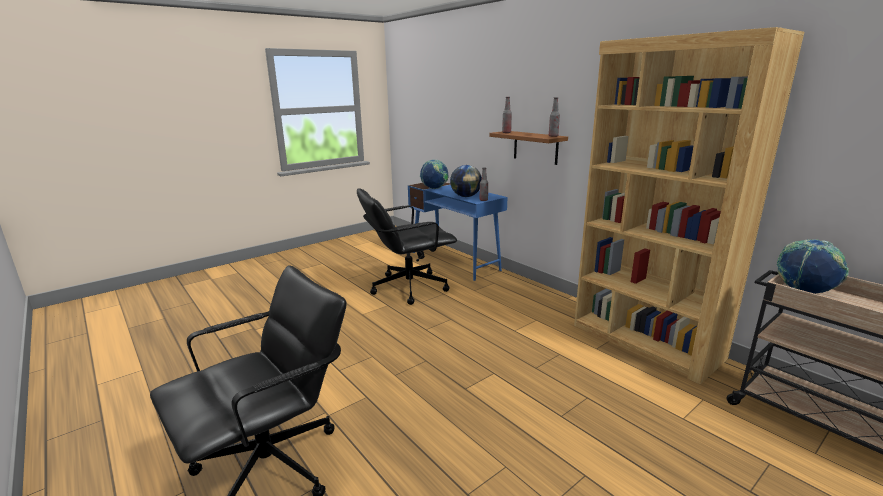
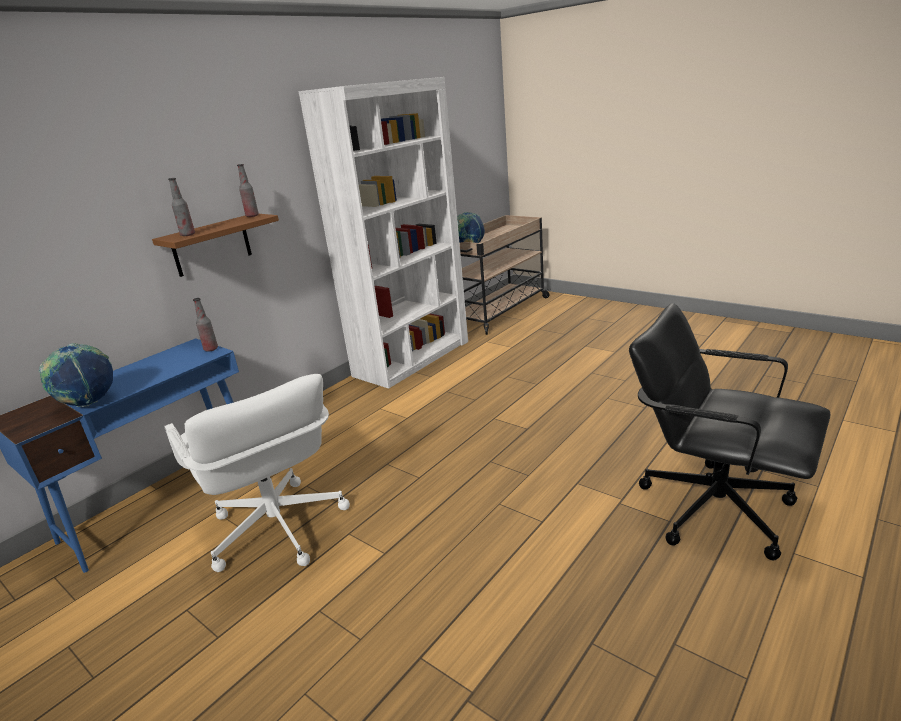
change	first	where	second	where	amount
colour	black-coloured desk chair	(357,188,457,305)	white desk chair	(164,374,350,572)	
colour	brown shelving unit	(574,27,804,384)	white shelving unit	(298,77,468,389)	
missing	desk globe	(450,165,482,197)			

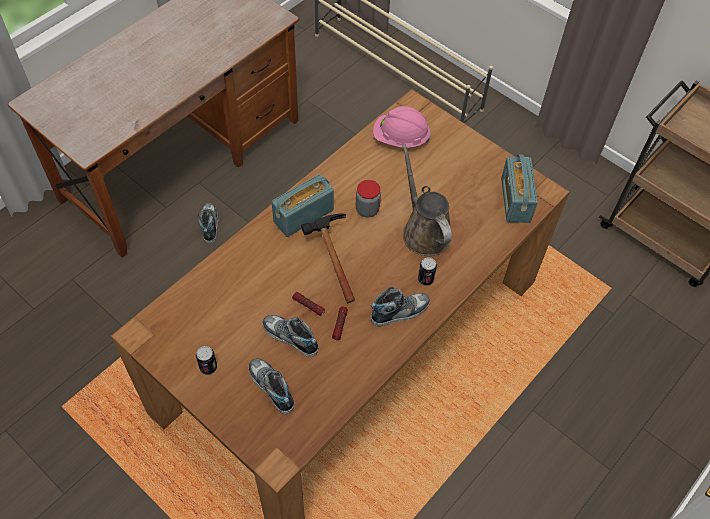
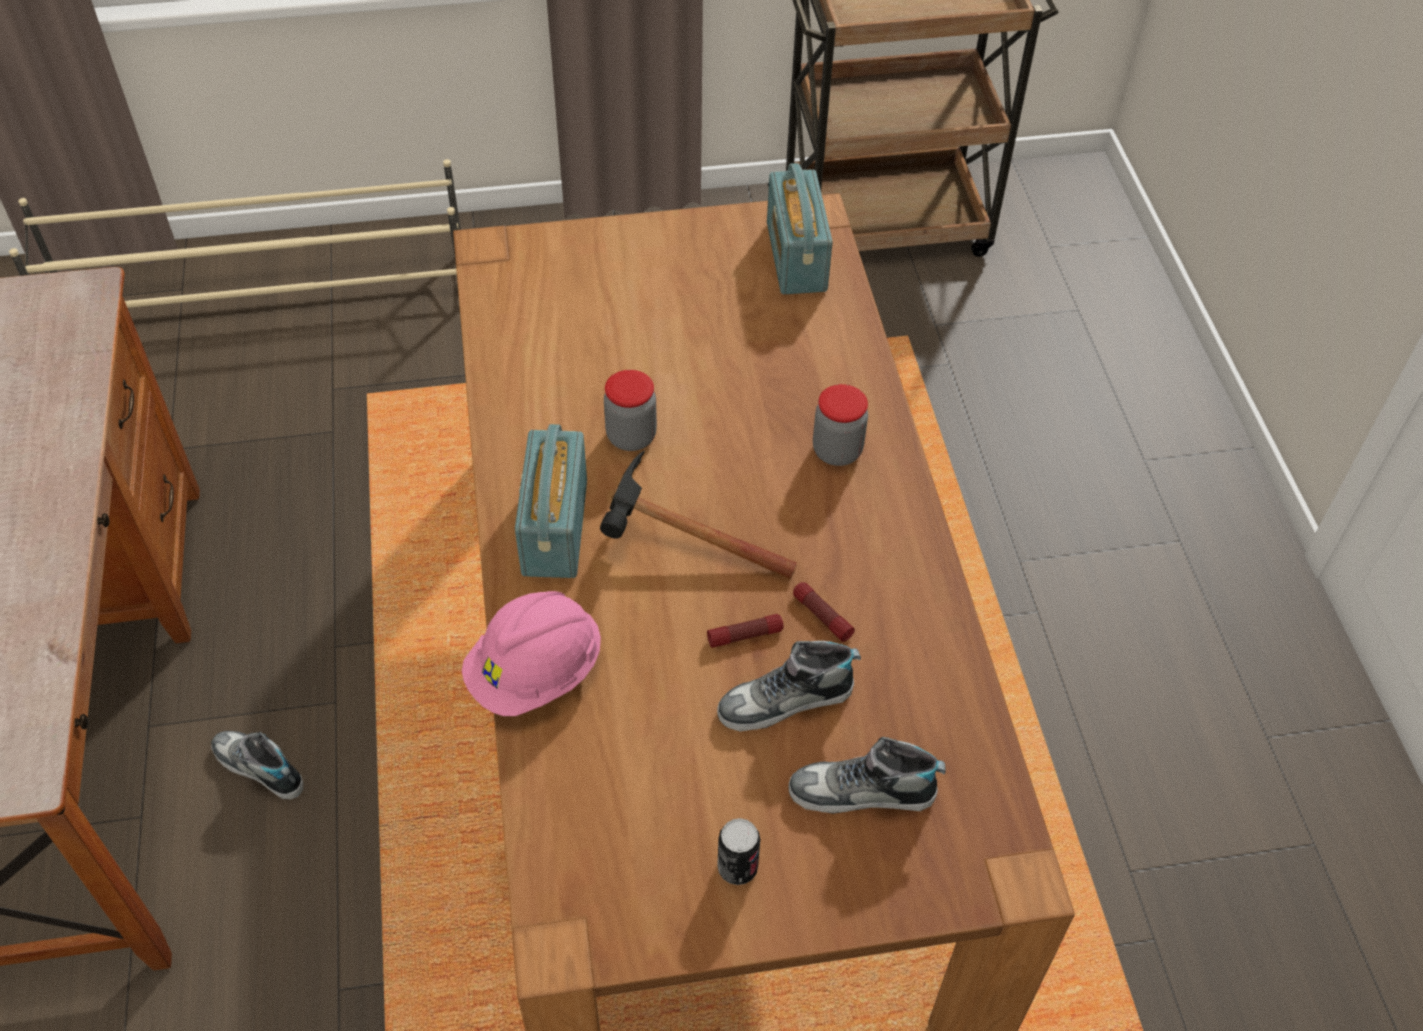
change	first	where	second	where	amount
relocated	pink-coloured hard hat	(373,106,431,148)		(462,591,601,716)	
spun	radio set	(501,154,538,223)		(767,163,833,294)	45 degrees clockwise
exchanged	can	(418,257,437,286)	storage jar	(813,384,868,466)	
missing	low shoe	(371,286,430,327)			
missing	brown watering pot	(402,144,452,256)			

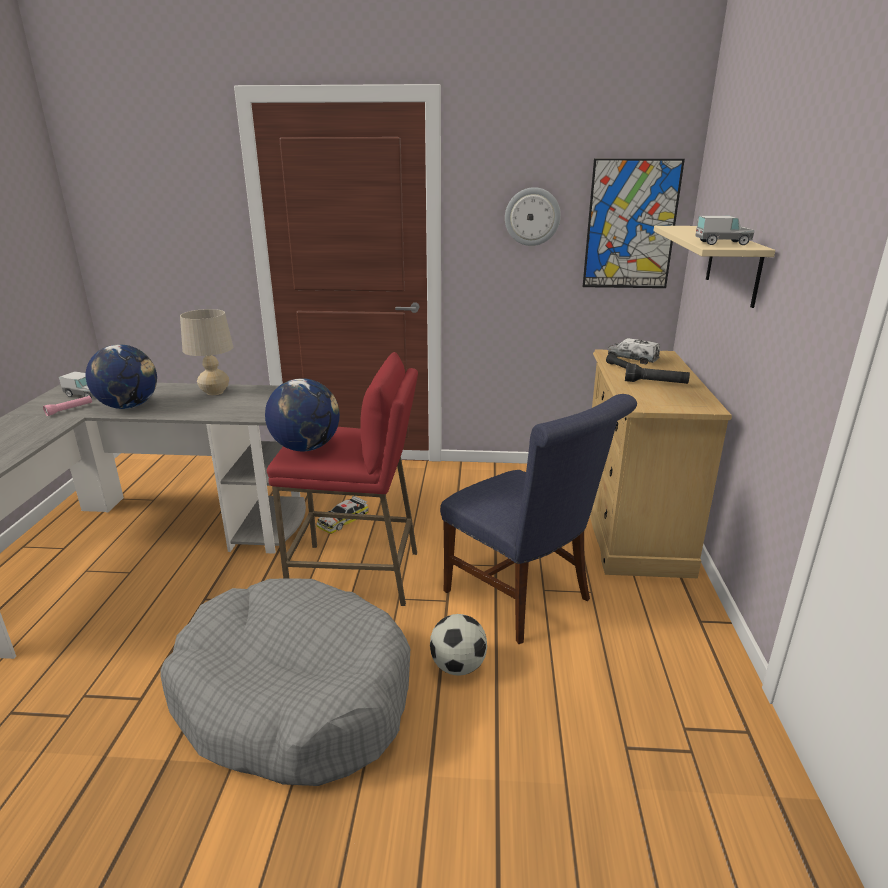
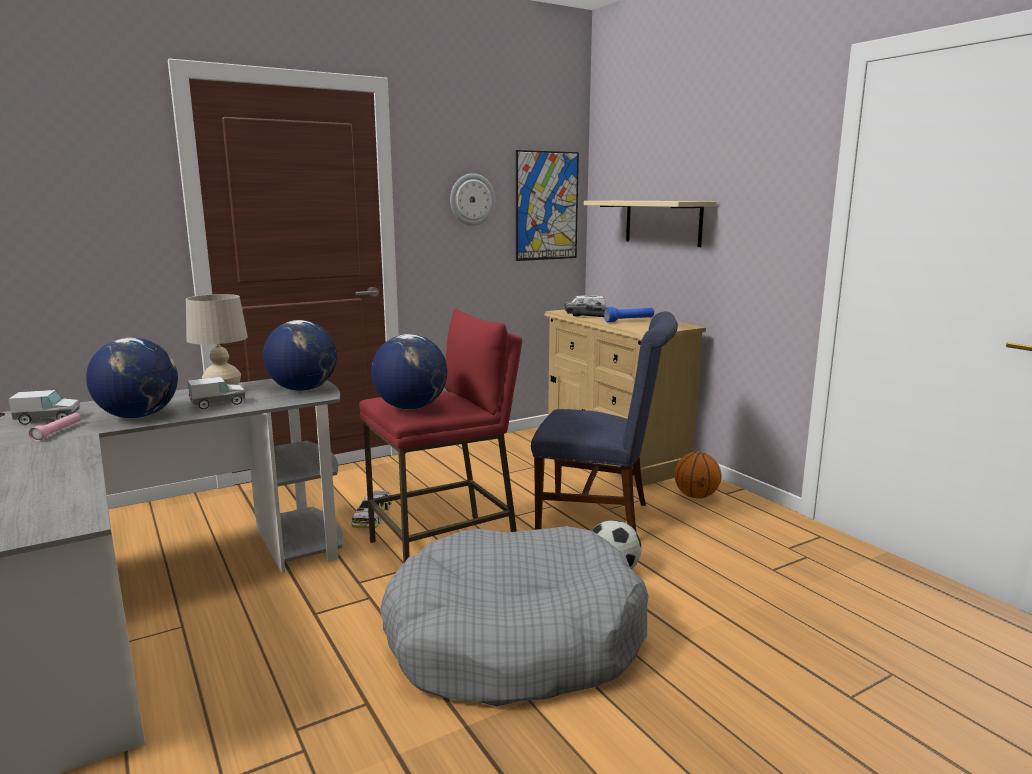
change	first	where	second	where	amount
relocated	toy lorry	(696,216,755,245)		(187,377,245,409)	
appeared			desk globe	(263,320,337,391)	
colour	black-coloured flashlight	(625,363,690,384)	bluish flashlight	(604,307,654,322)	
appeared			ball for basketball	(674,452,721,499)	

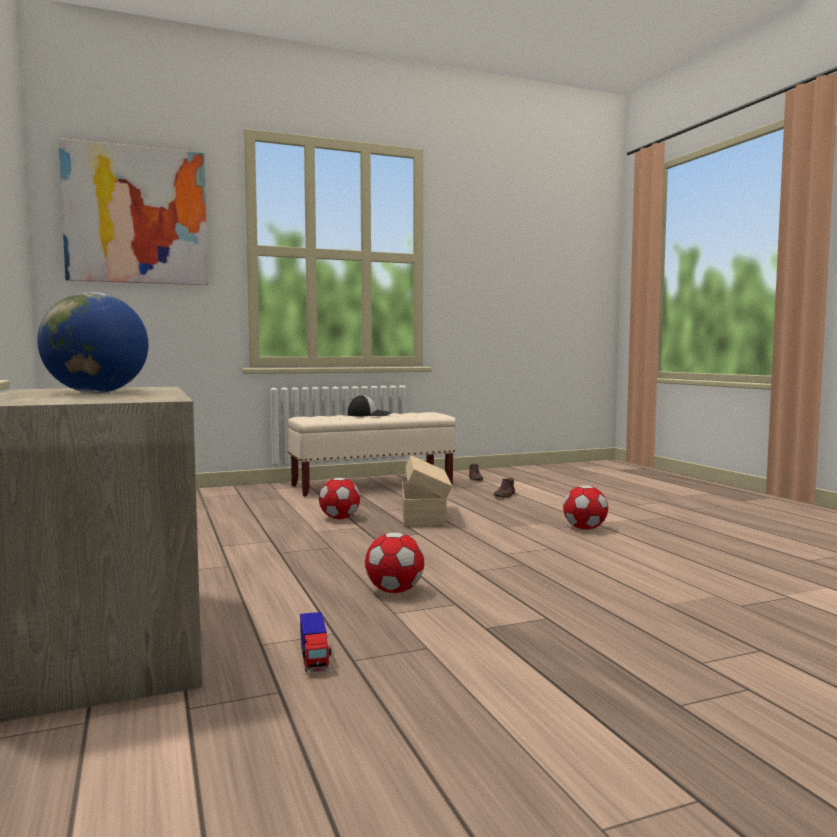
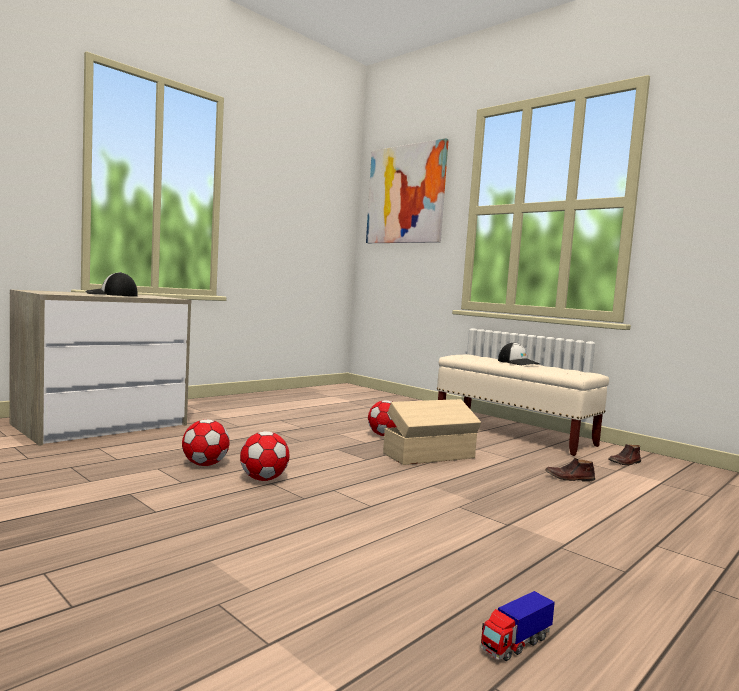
change	first	where	second	where	amount
exchanged	desk globe	(37,292,148,393)	cap	(86,272,138,296)	
relocated	ball for football	(563,486,608,530)		(240,431,289,481)	
relocated	toy lorry	(300,612,331,672)		(481,591,555,661)	

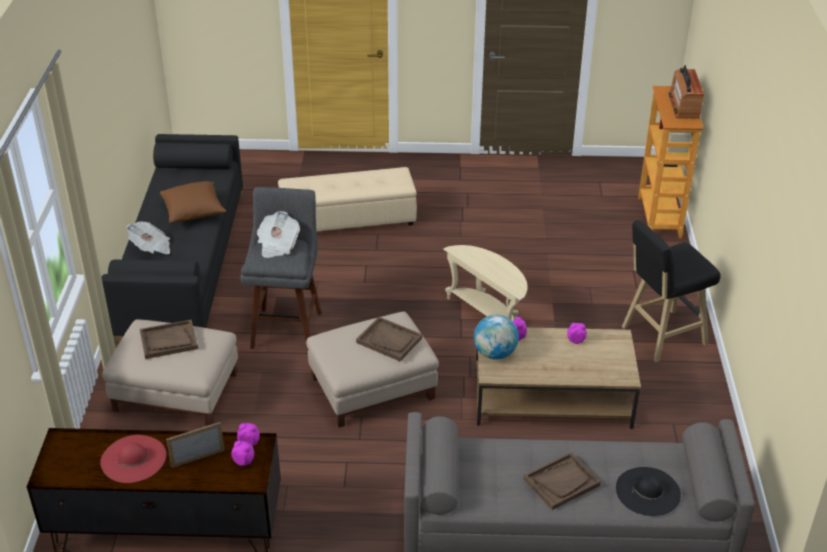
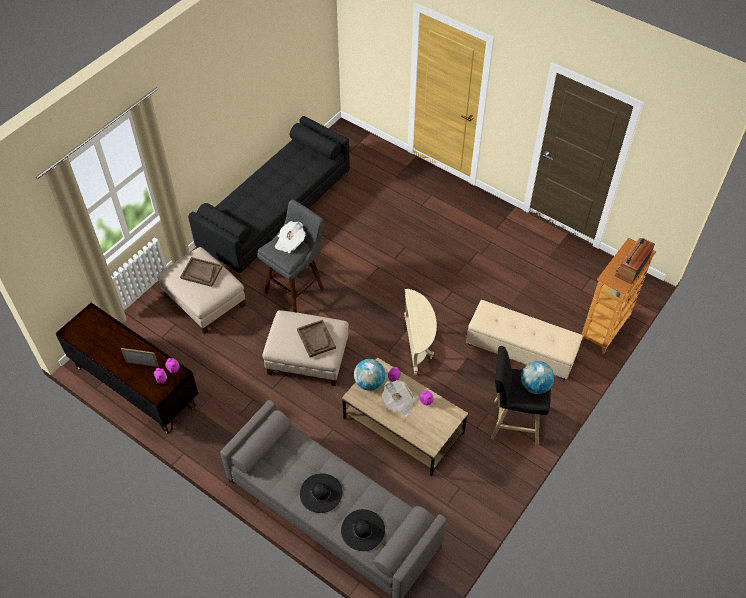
change	first	where	second	where	amount
exchanged	brown serving tray	(524,452,601,510)	black-coloured clothing hat	(300,473,342,513)	
relocated	daily paper	(126,222,170,254)		(382,380,415,417)	
relocated	sand-coloured footrest	(278,167,417,231)		(466,300,583,380)	
appeared			desk globe	(521,361,554,394)	
missing	reddish clothing hat	(100,435,167,483)			
missing	brown throw pillow	(160,181,226,223)			

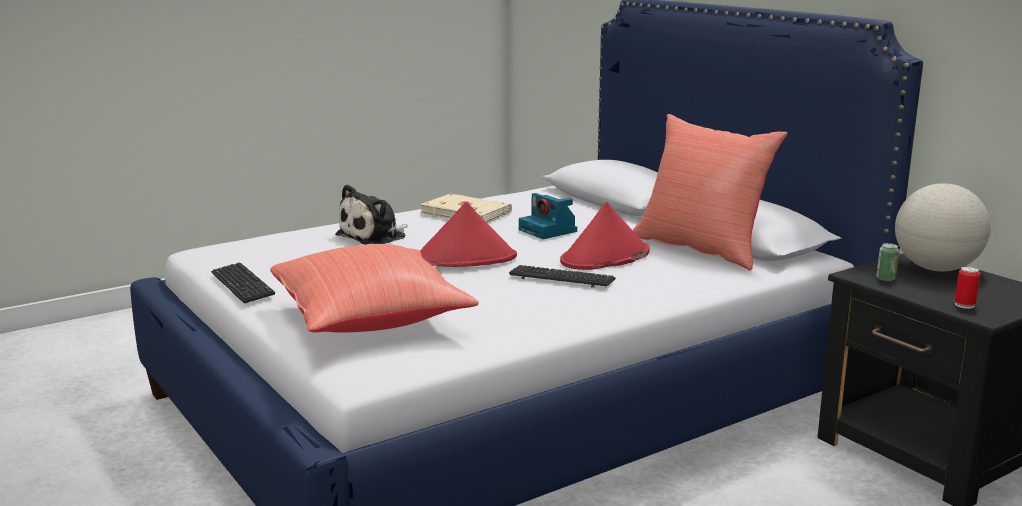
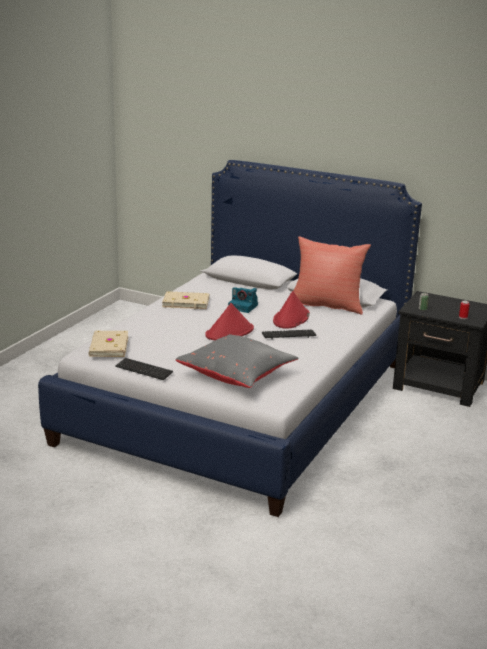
change	first	where	second	where	amount
appeared			sand-coloured volume	(88,331,129,357)	
colour	reddish throw pillow	(270,244,479,333)	greyish throw pillow	(176,334,299,388)	
missing	cuddly toy	(335,184,408,245)			
missing	desk globe	(895,183,991,271)			

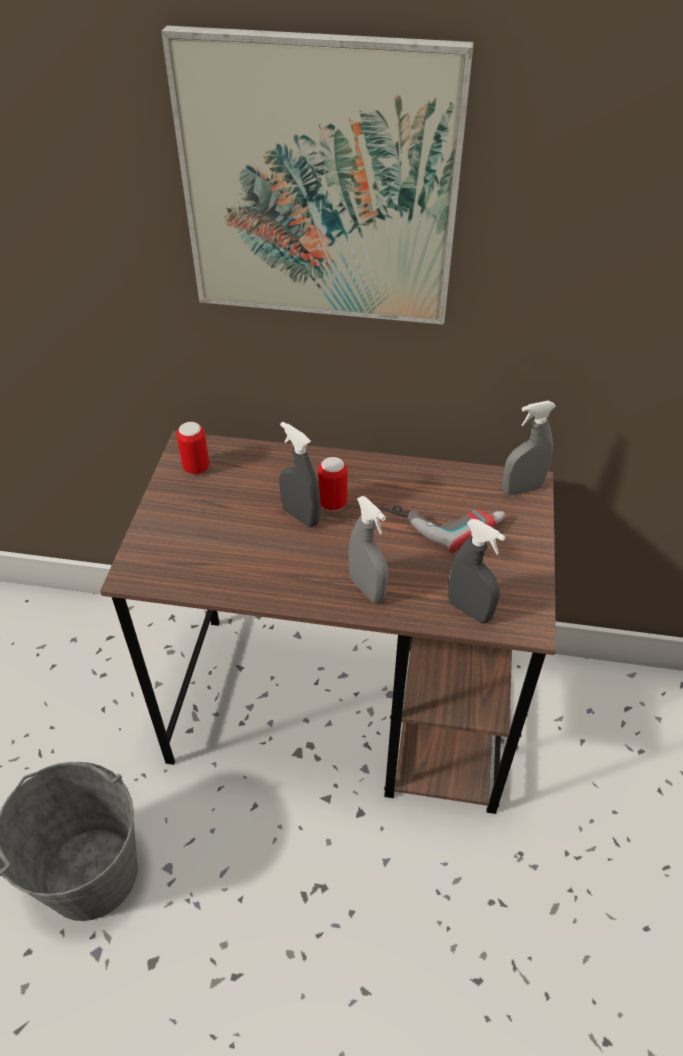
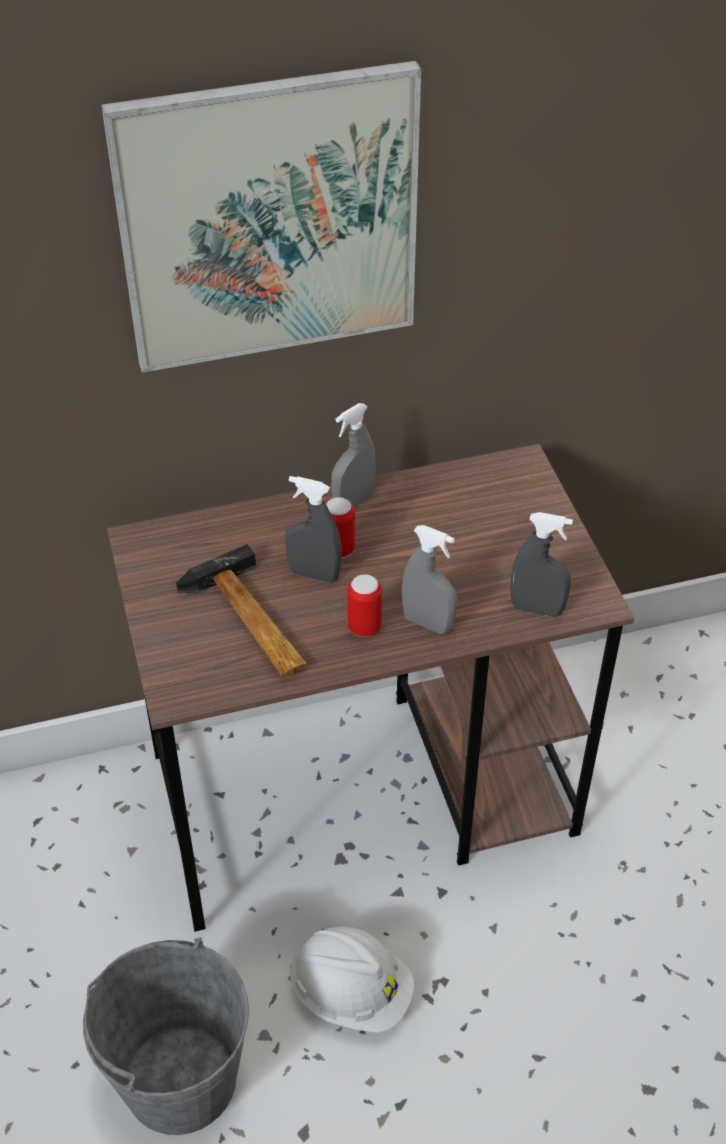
change	first	where	second	where	amount
appeared			hammer	(176,544,307,677)	
appeared			white hard hat	(290,927,414,1033)	
relocated	greyish sprayer	(502,401,556,495)		(331,403,376,507)	
relocated	can	(177,422,209,474)		(347,574,382,637)	
missing	drill	(381,506,505,553)			

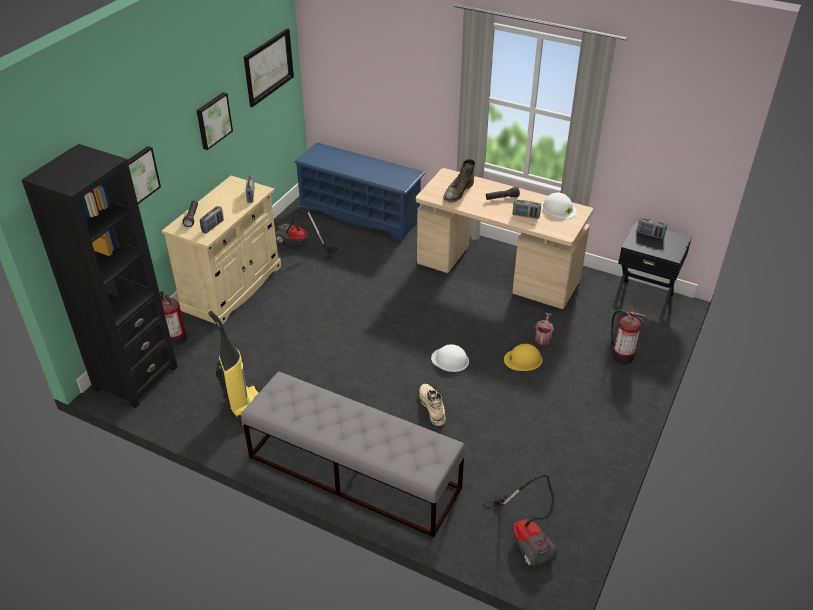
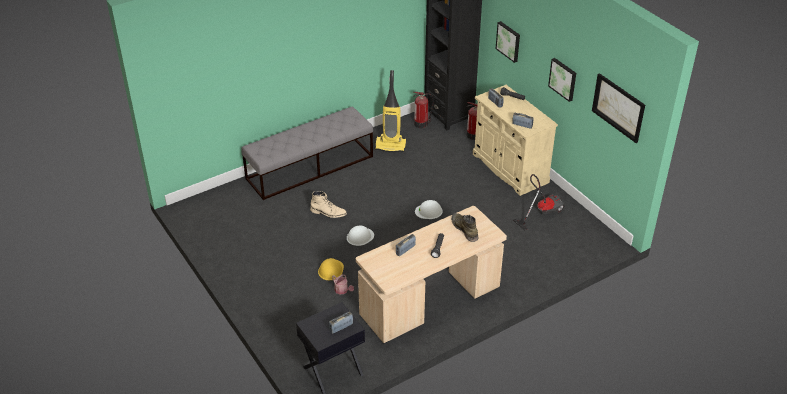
change	first	where	second	where	amount
relocated	extinguisher	(610,310,645,364)		(413,92,434,128)	
relocated	white hard hat	(542,193,577,219)		(415,200,443,219)	
missing	bluish shoe stand	(294,142,426,241)			
missing	vacuum	(483,475,558,570)			

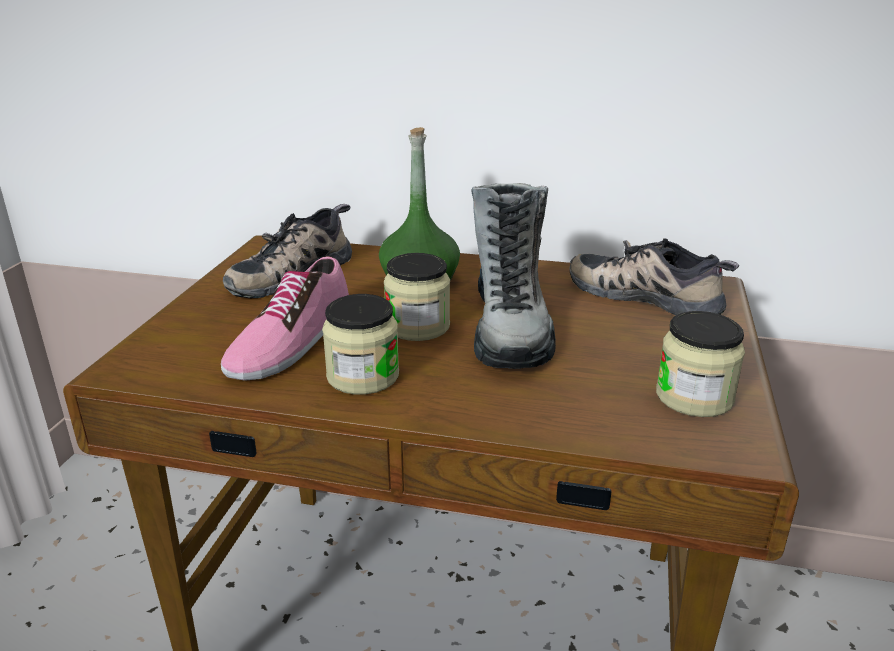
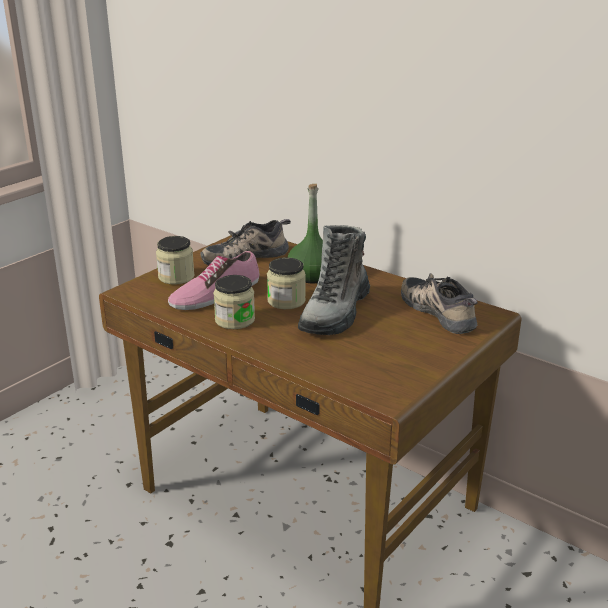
change	first	where	second	where	amount
relocated	storage jar	(656,311,745,417)		(156,236,195,284)	

